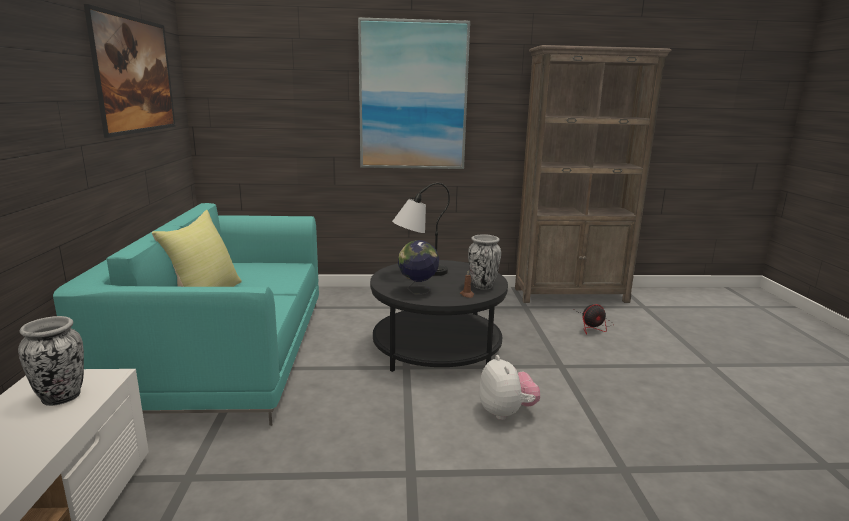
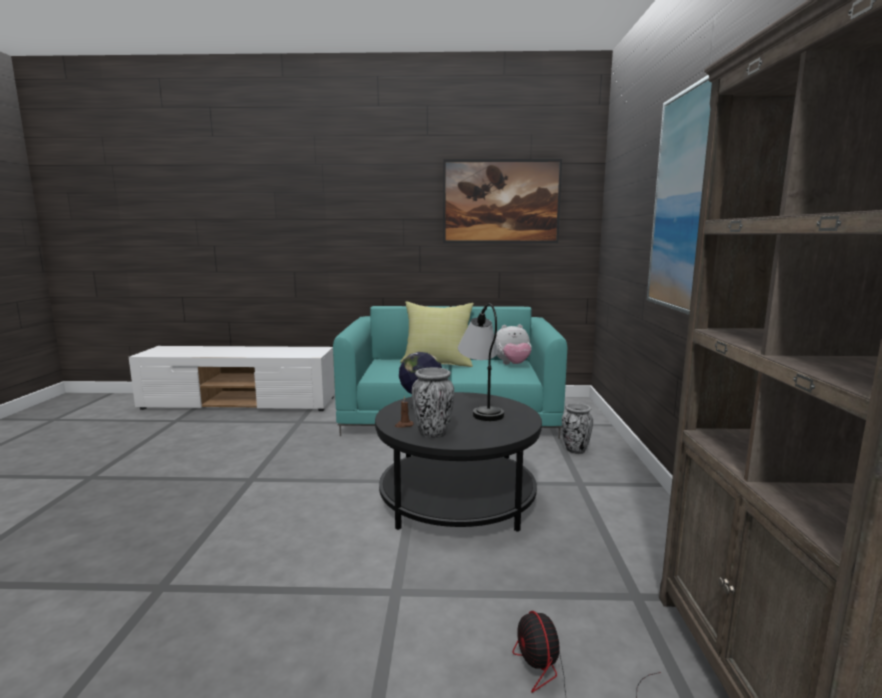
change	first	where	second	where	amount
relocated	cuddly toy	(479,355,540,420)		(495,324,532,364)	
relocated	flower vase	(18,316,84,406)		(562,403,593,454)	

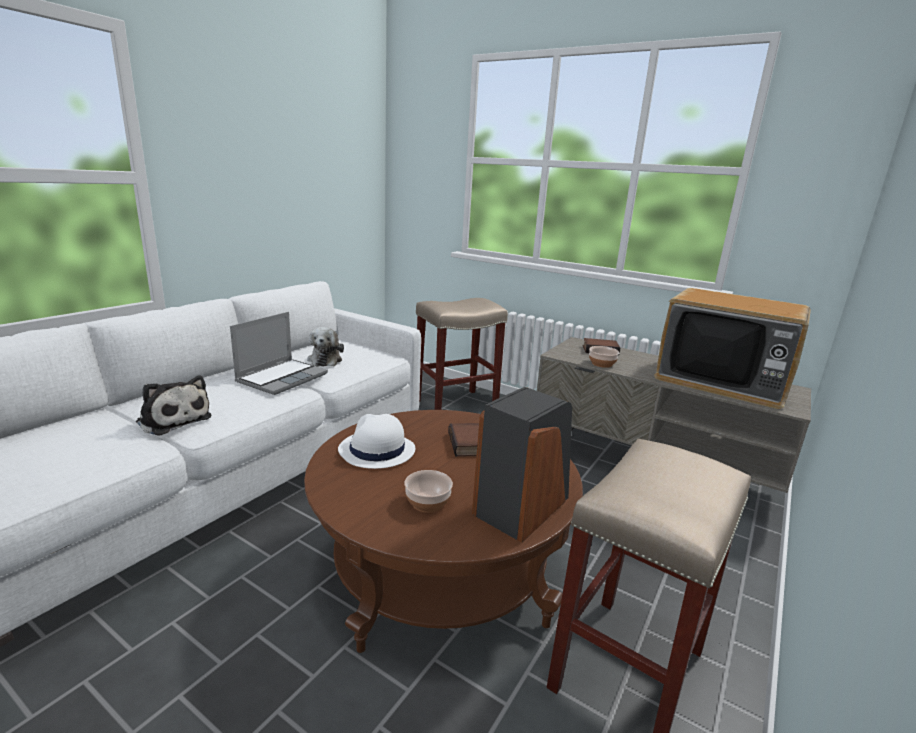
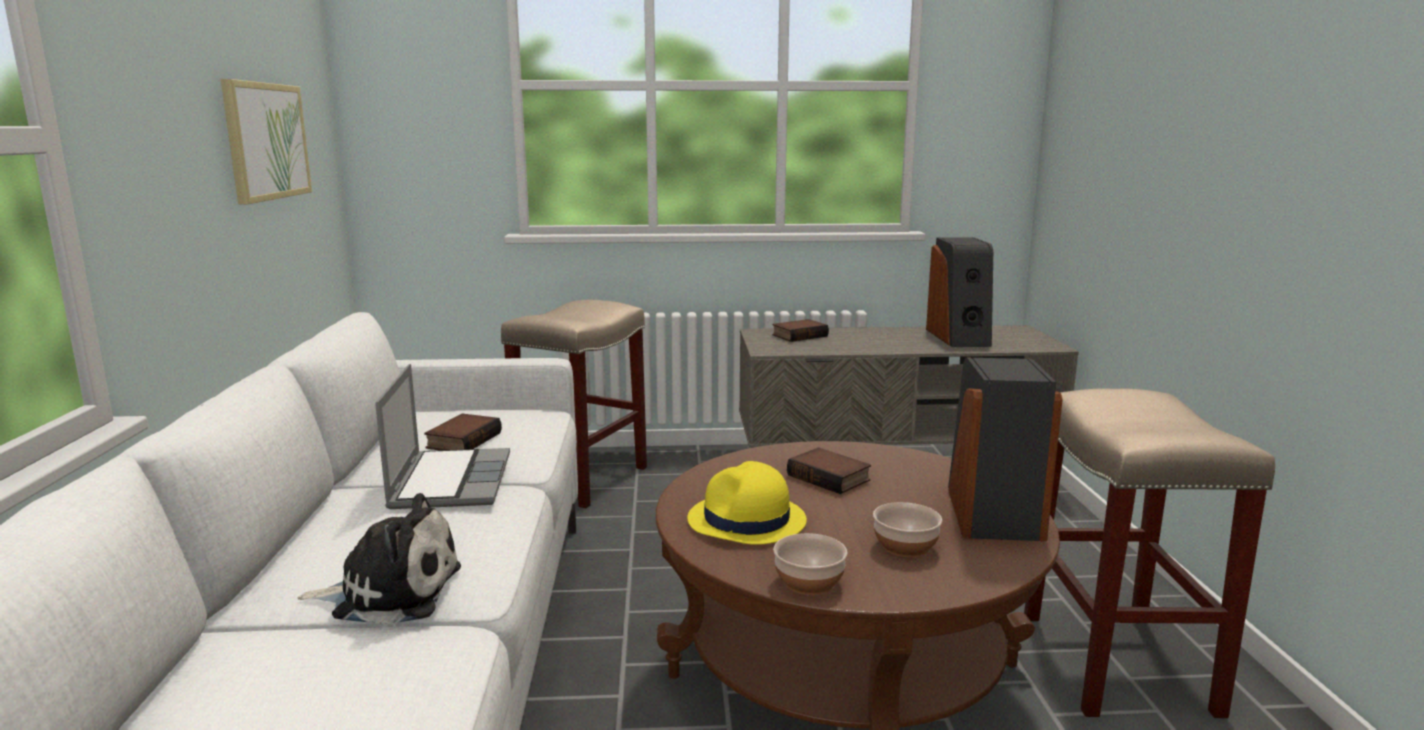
change	first	where	second	where	amount
appeared			wall picture	(221,79,312,205)	
exchanged	cuddly toy	(307,327,344,367)	volume	(424,414,502,450)	
colour	white clothing hat	(338,414,415,469)	yellow clothing hat	(687,461,807,545)	
relocated	deep dish	(589,346,619,368)		(773,533,847,595)	
exchanged	TV	(654,288,811,409)	loudspeaker	(926,237,993,347)	

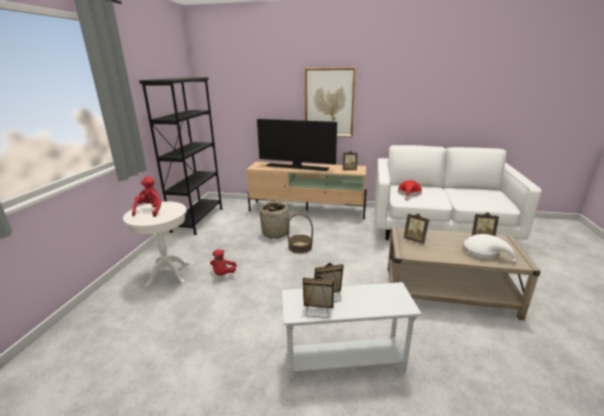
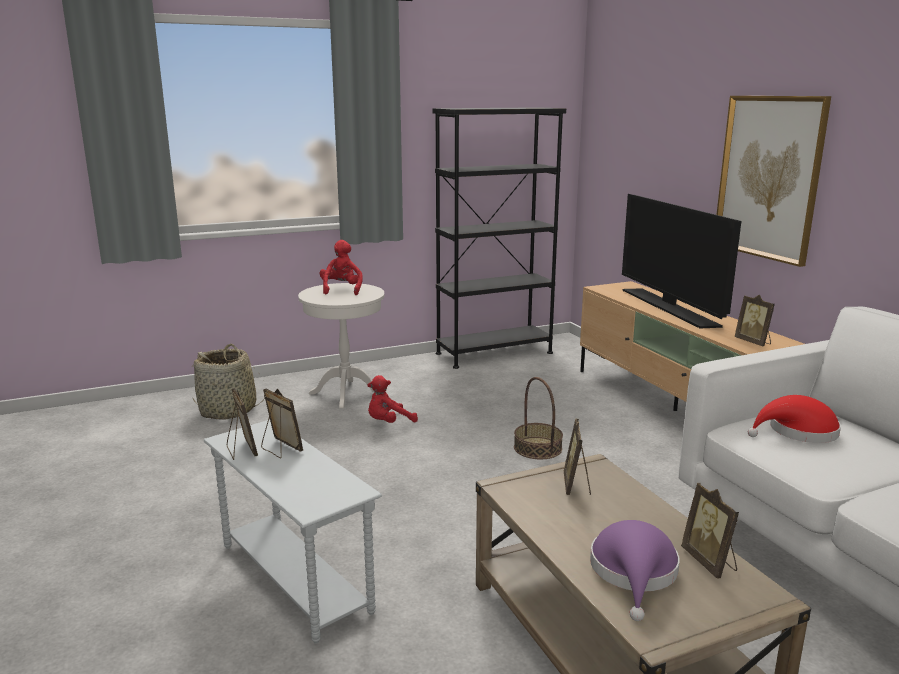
change	first	where	second	where	amount
relocated	basket	(260,200,290,239)		(191,344,265,420)	
spun	reddish cuddly toy	(132,176,162,217)		(320,240,363,295)	60 degrees counterclockwise
colour	white clothing hat	(463,234,517,264)	purple clothing hat	(590,520,679,621)	

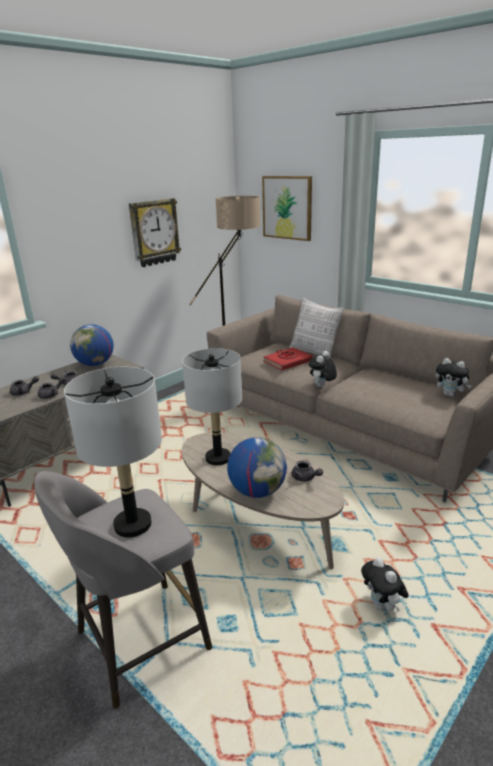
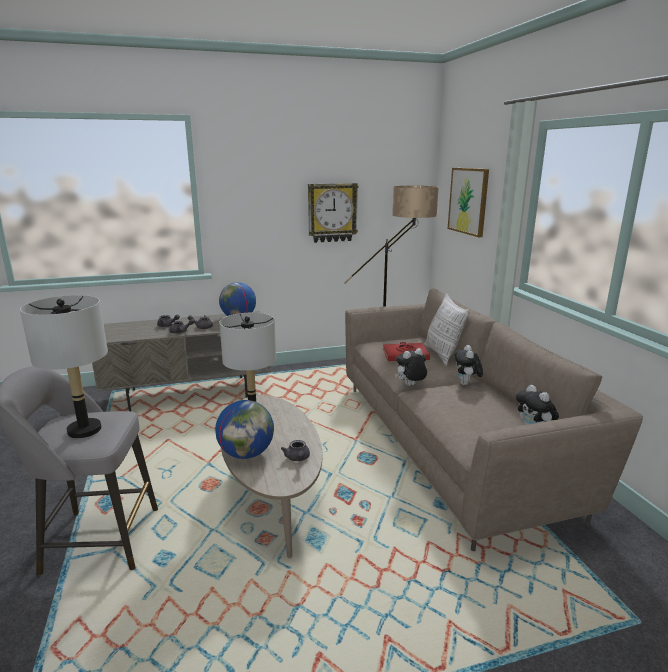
change	first	where	second	where	amount
relocated	cuddly toy	(361,557,409,612)		(454,345,483,385)	

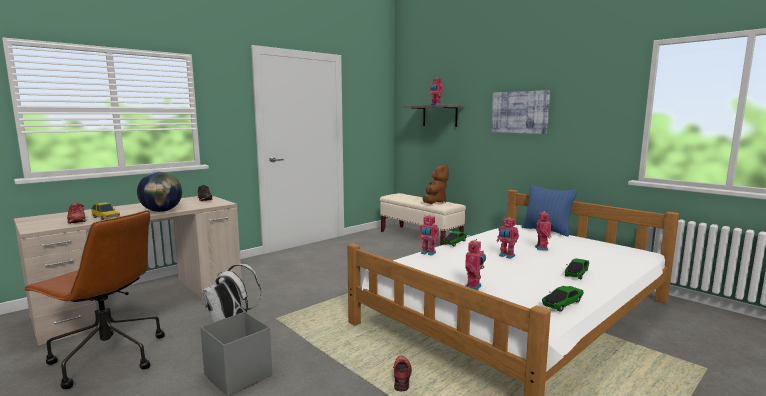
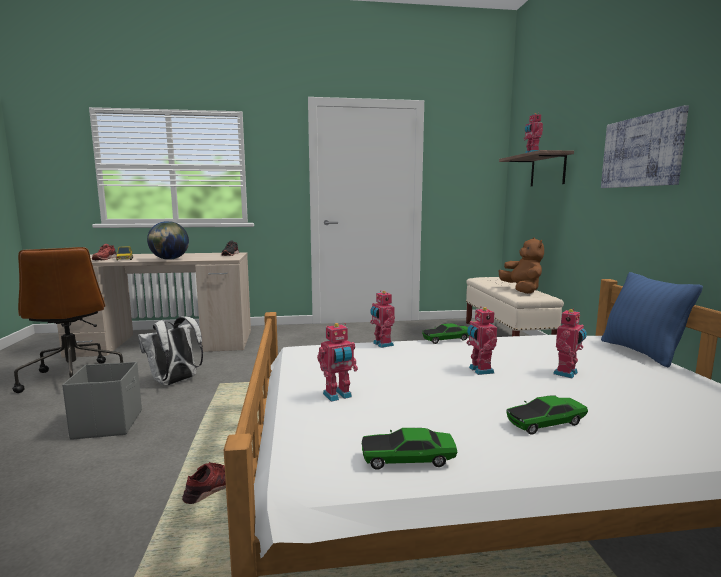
change	first	where	second	where	amount
spun	brown cuddly toy	(422,164,449,204)		(499,237,544,294)	60 degrees counterclockwise

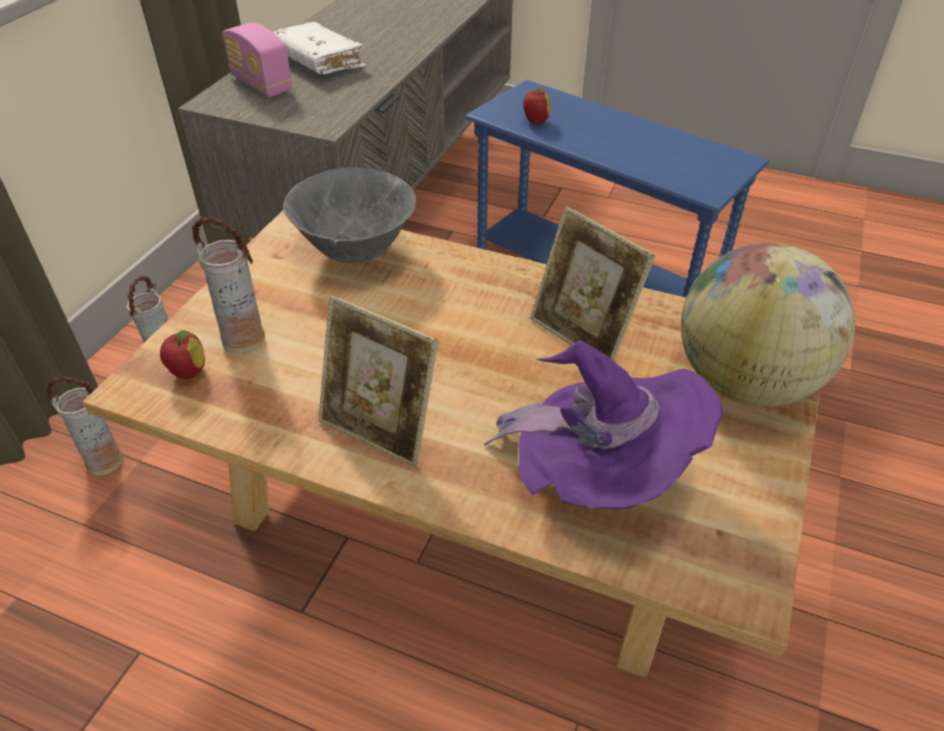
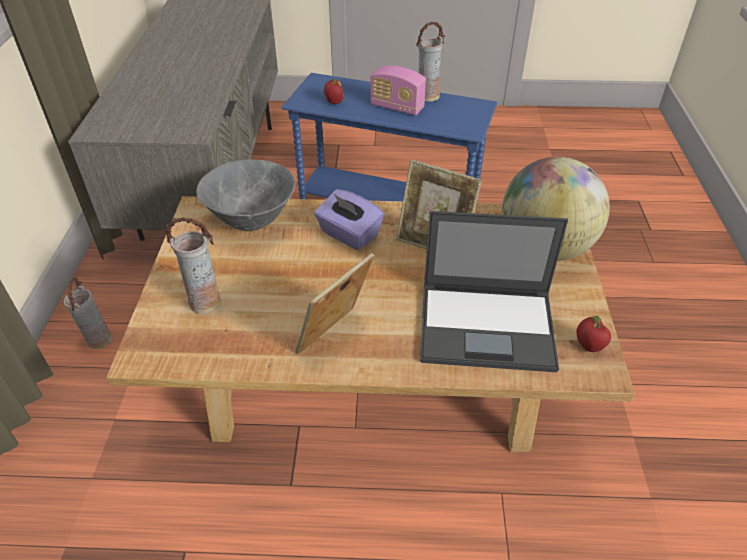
change	first	where	second	where	amount
spun	picture frame	(318,295,438,467)		(295,253,375,354)	120 degrees clockwise
appeared			purple box of tissues	(314,189,384,250)	
relocated	radio set	(222,23,292,97)		(370,66,426,116)	
relocated	flower vase	(45,376,123,476)		(416,21,445,102)	
exchanged	purple clothing hat	(484,340,722,509)	laptop	(420,211,568,372)	
relocated	apple fruit	(160,330,205,379)		(577,316,611,352)	
missing	white volume	(273,22,365,74)			

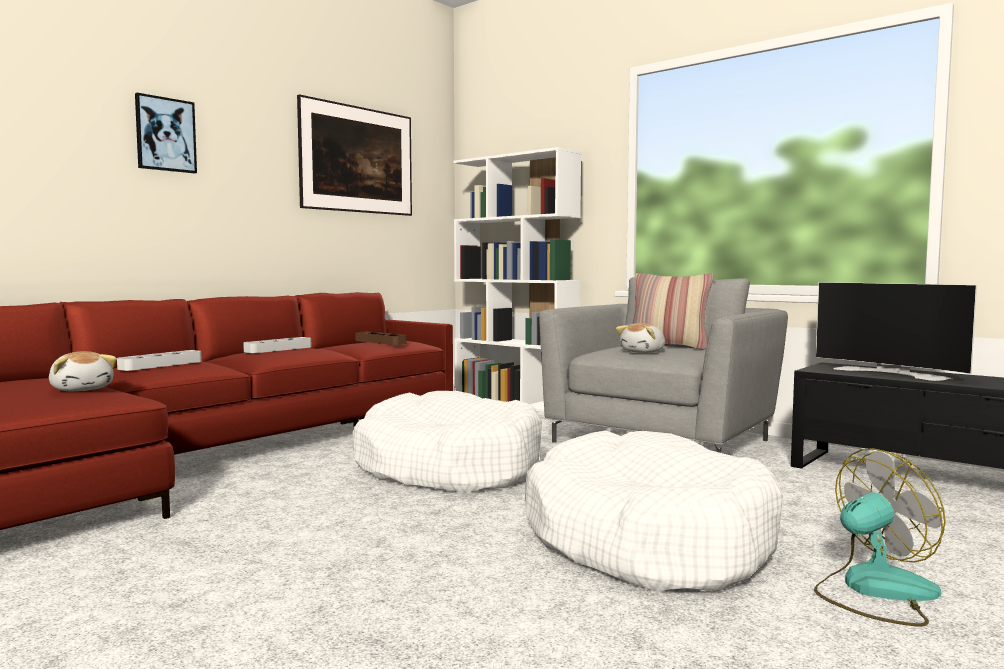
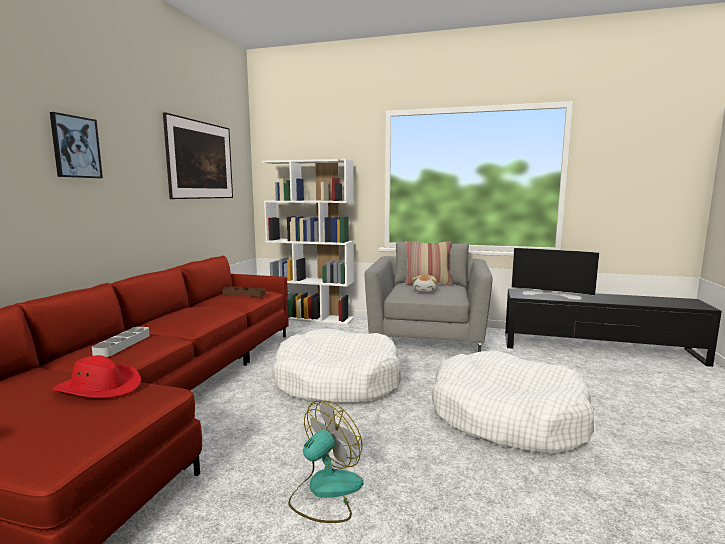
change	first	where	second	where	amount
exchanged	cuddly toy	(49,351,117,391)	reddish clothing hat	(53,355,141,398)	
relocated	fan	(814,448,946,626)		(288,401,363,523)	
missing	greyish serving tray	(243,337,311,353)			

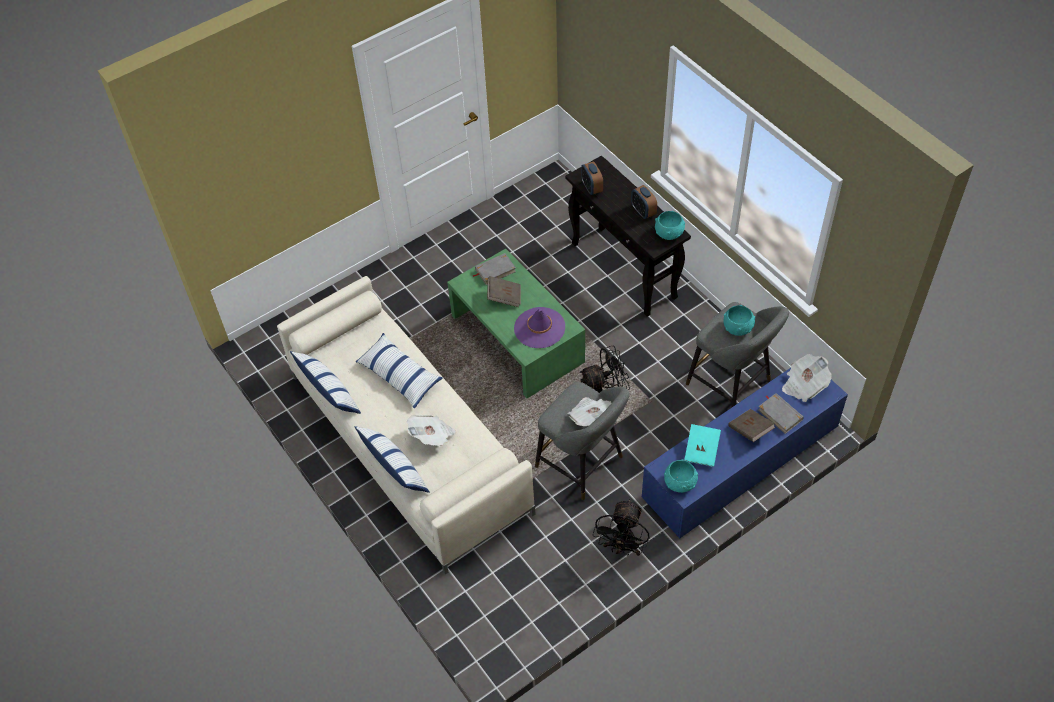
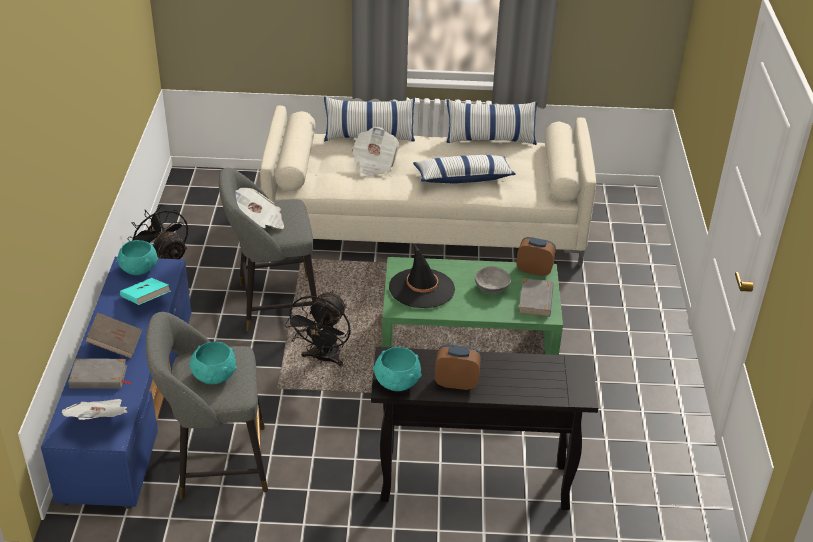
change	first	where	second	where	amount
colour	purple clothing hat	(514,307,565,348)	black-coloured clothing hat	(389,245,455,308)	
exchanged	brown volume	(487,276,521,307)	greyish deep dish	(475,266,511,294)	
relocated	bedside clock	(581,161,603,195)		(517,237,556,276)	

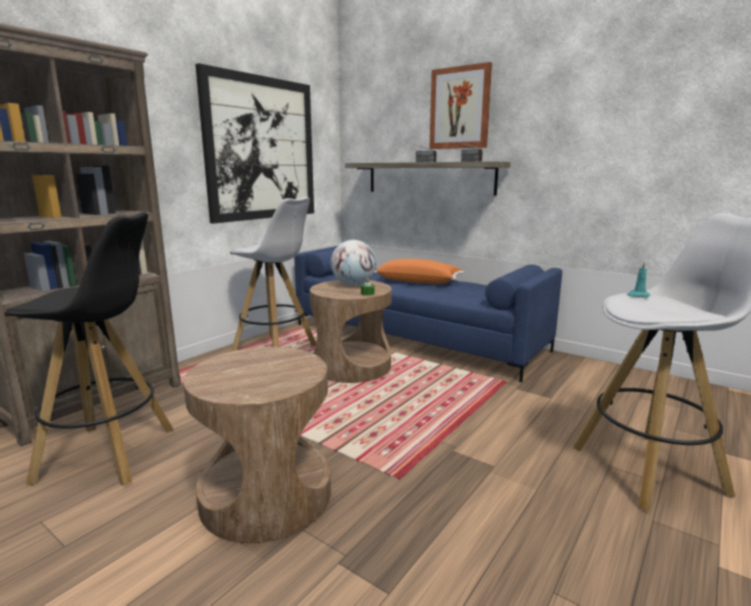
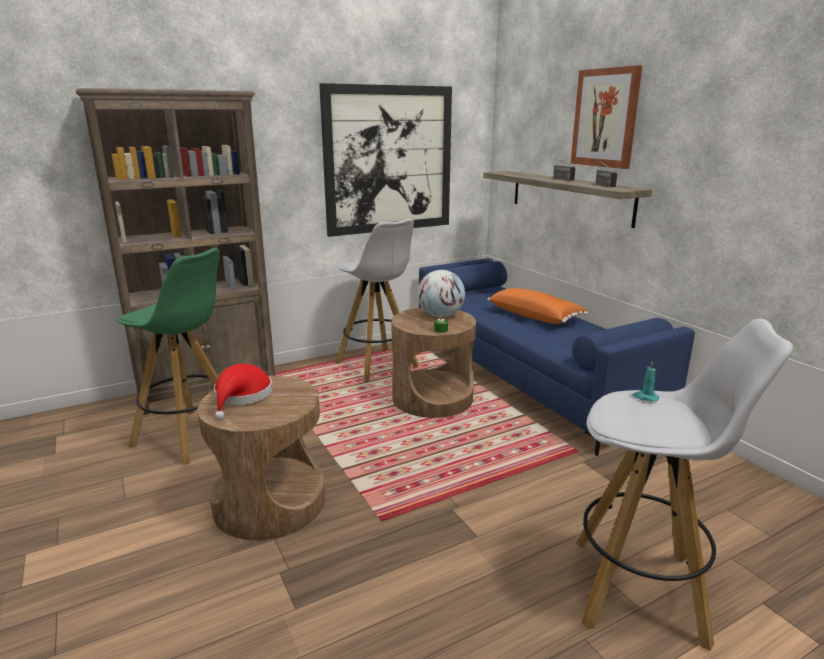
change	first	where	second	where	amount
colour	black-coloured stool	(5,212,173,486)	green-coloured stool	(117,248,219,465)	
appeared			reddish clothing hat	(214,364,272,420)	

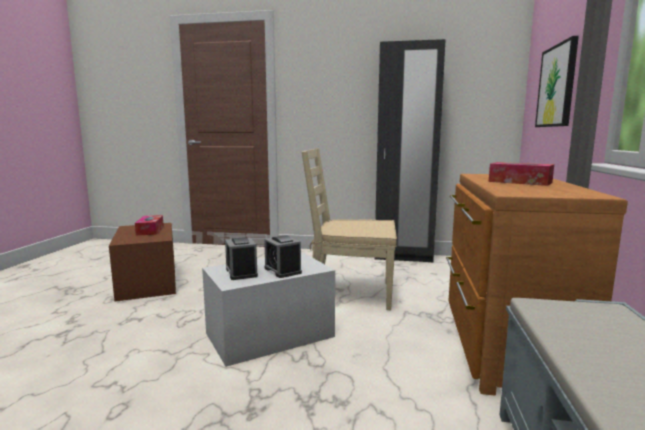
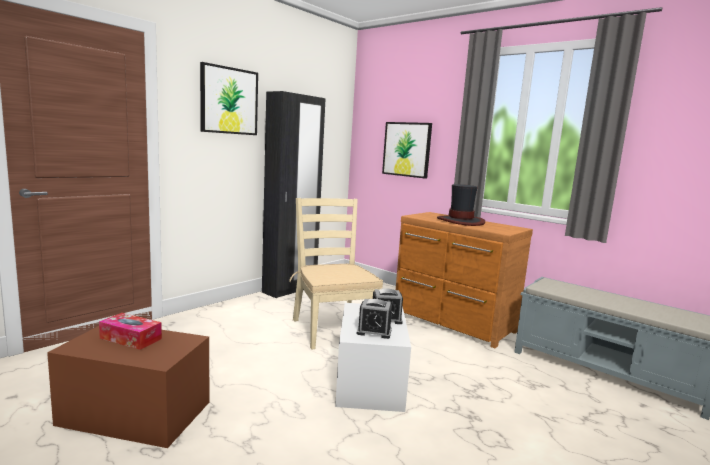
change	first	where	second	where	amount
appeared			wall picture	(200,62,258,135)	
spun	sand-coloured upright chair	(302,148,397,310)		(289,198,383,350)	120 degrees clockwise
exchanged	box of tissues	(489,162,554,186)	clothing hat	(437,184,485,226)	

